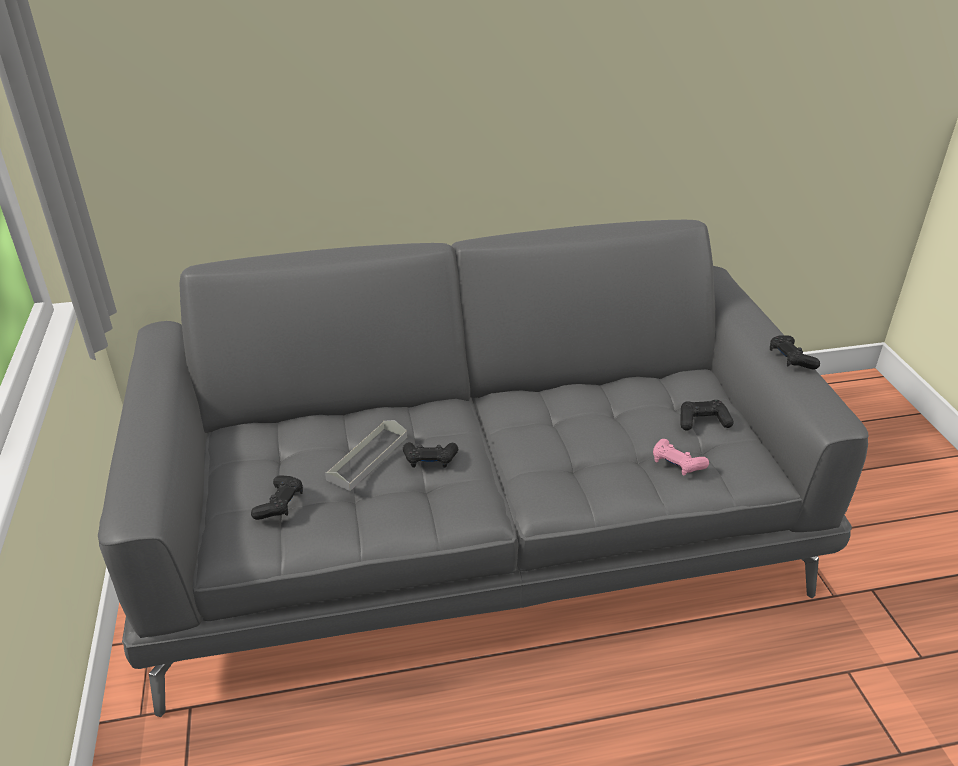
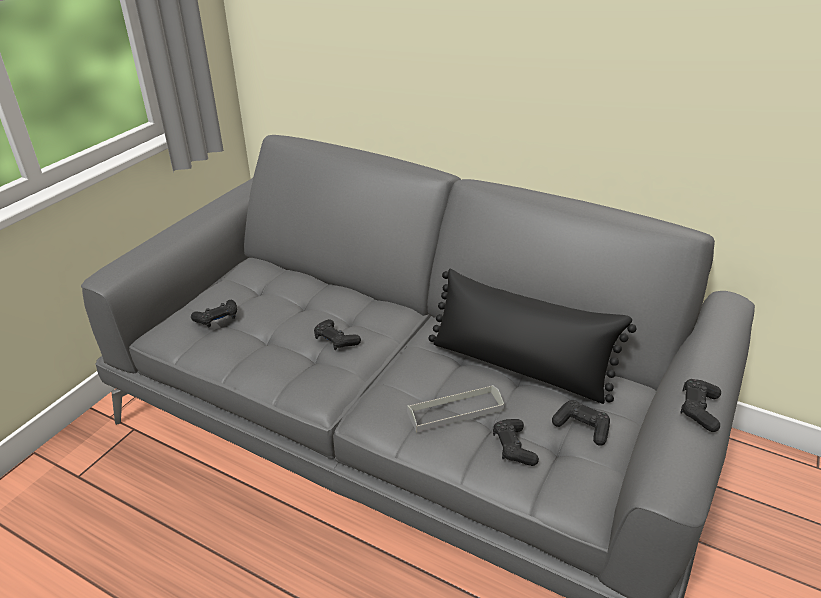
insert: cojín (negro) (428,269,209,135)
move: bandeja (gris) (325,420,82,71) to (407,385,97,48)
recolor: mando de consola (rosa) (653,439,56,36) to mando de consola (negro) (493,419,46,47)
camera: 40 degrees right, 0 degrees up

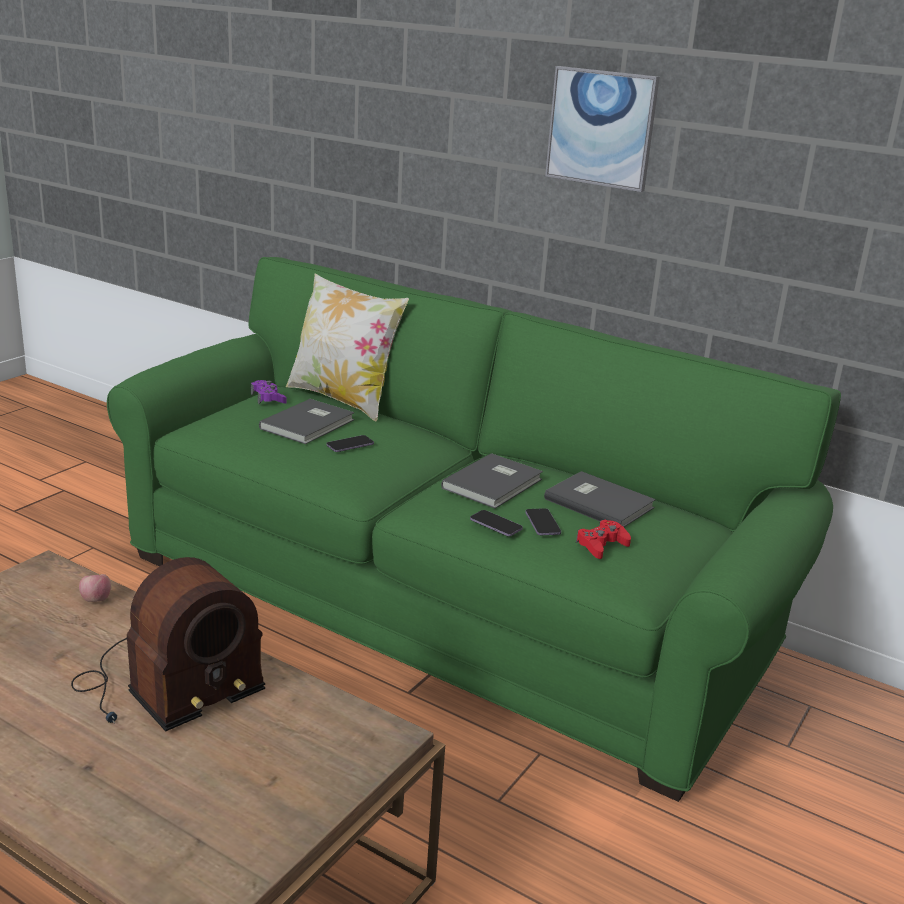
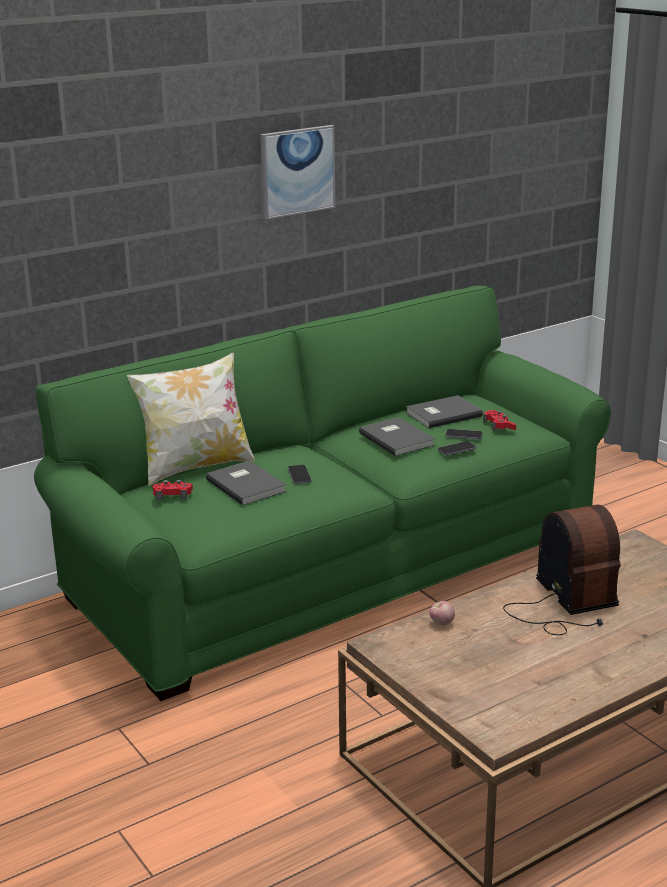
recolor: mando de consola (morado) (251,380,36,24) to mando de consola (rojo) (153,480,40,21)
camera: 65 degrees left, 0 degrees up

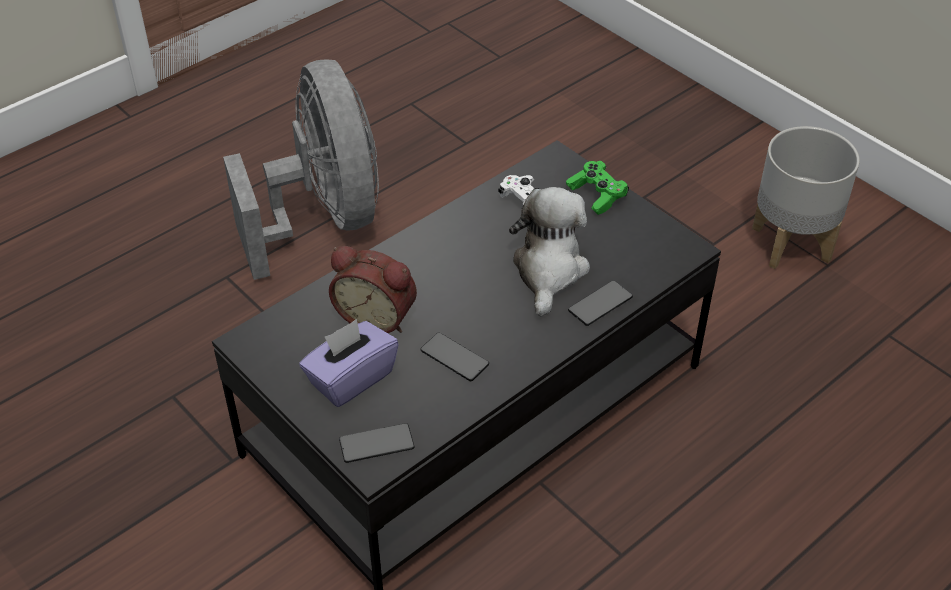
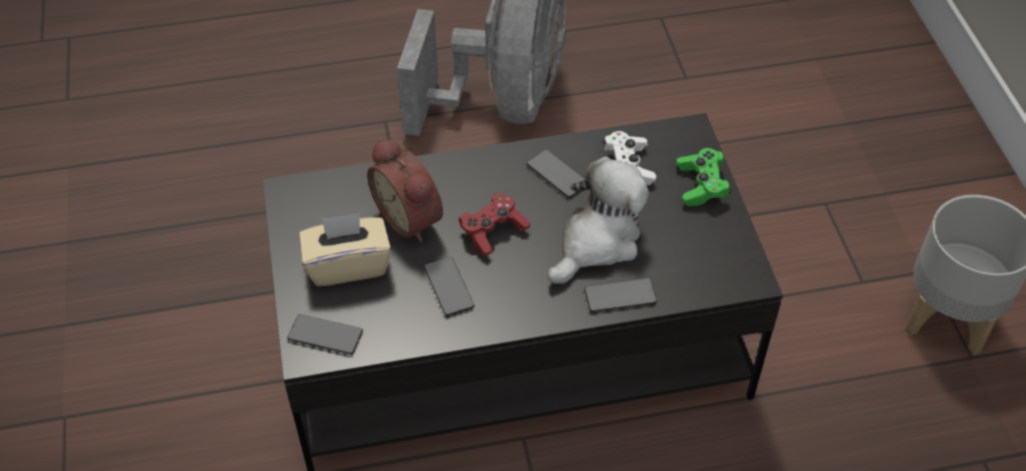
insert: mando de consola (rojo) (459,193,71,64); móvil (527,149,58,49)
recolor: caja de pañuelos (morado) (299,319,100,88) to caja de pañuelos (beis) (299,214,92,72)
camera: 30 degrees right, 5 degrees up

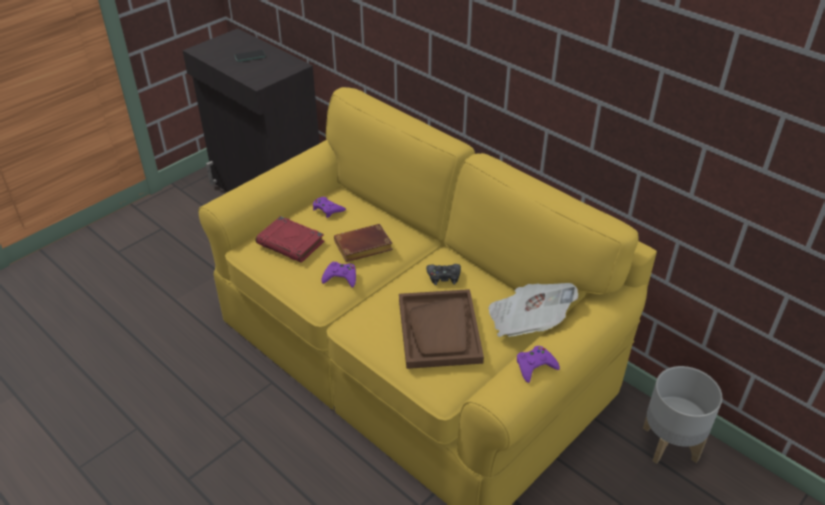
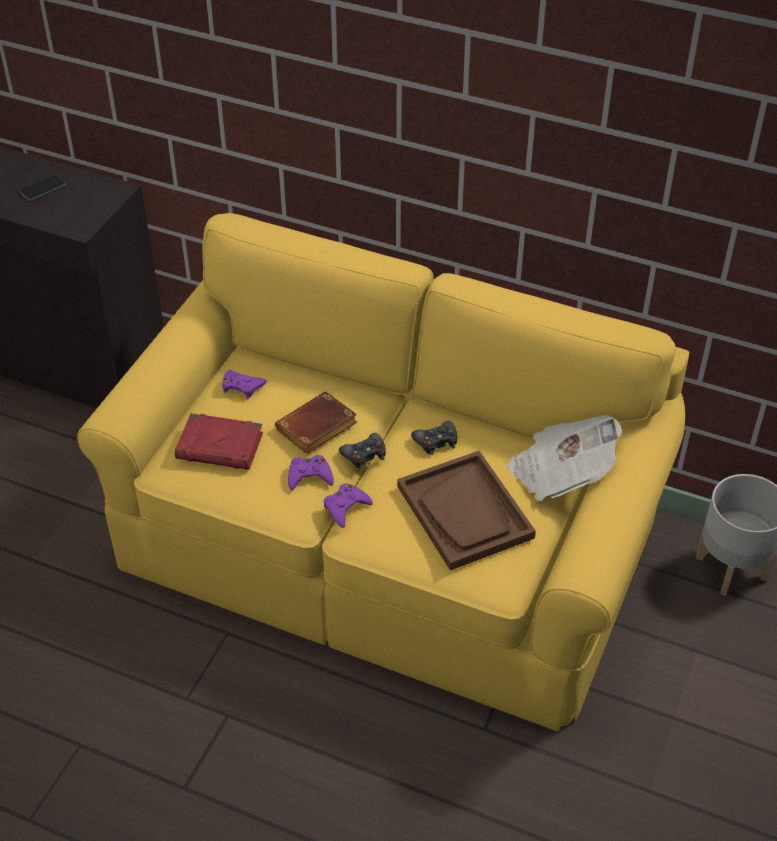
insert: mando de consola (negro) (339,433,47,36)
move: mando de consola (morado) (517,346,43,37) to (323,483,50,45)
camera: 20 degrees left, 5 degrees up

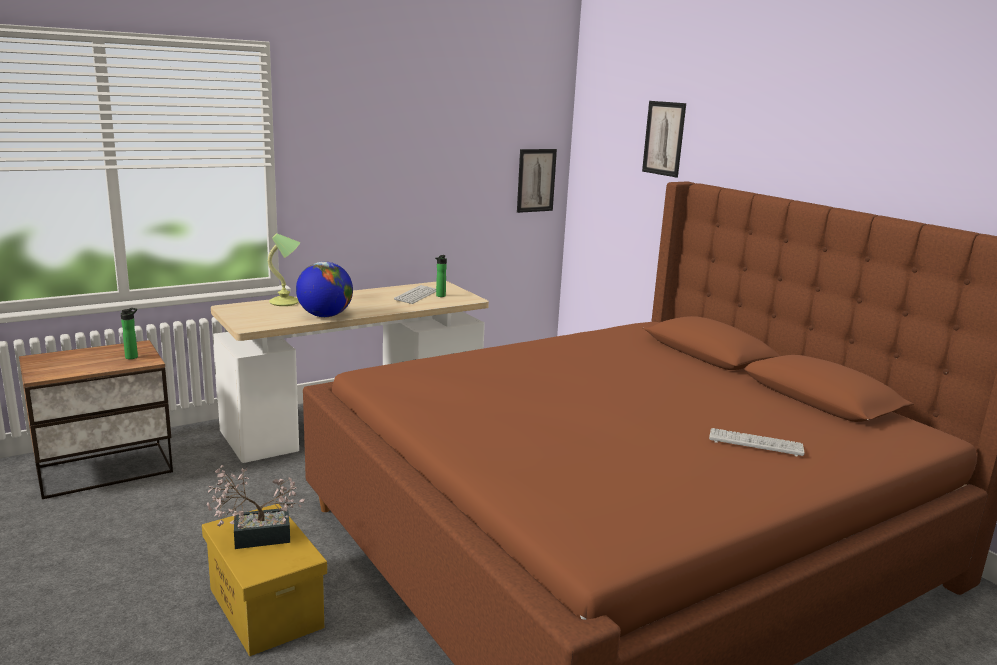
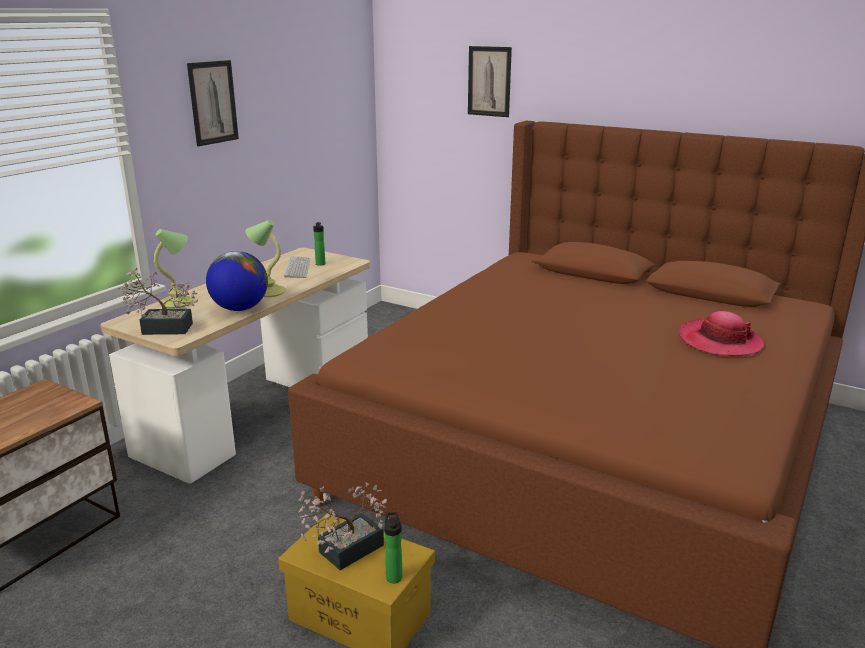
insert: planta en maceta (118,268,80,67); lámpara de mesa (246,220,40,77)
move: botella (121,308,17,51) to (384,512,18,72); cuadro (517,149,40,64) to (187,60,52,86)
replace: teclado (709,428,96,29) to sombrero (679,311,85,45)
camera: 25 degrees left, 5 degrees up

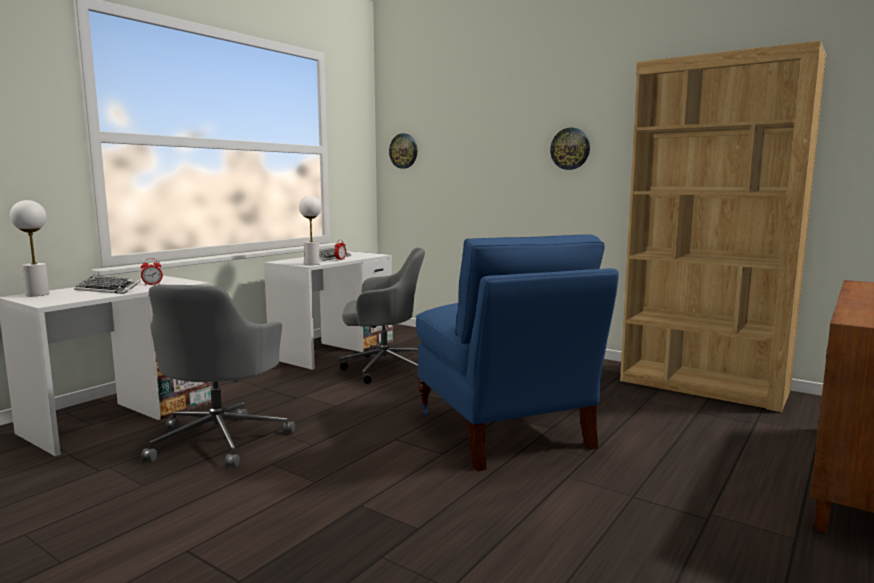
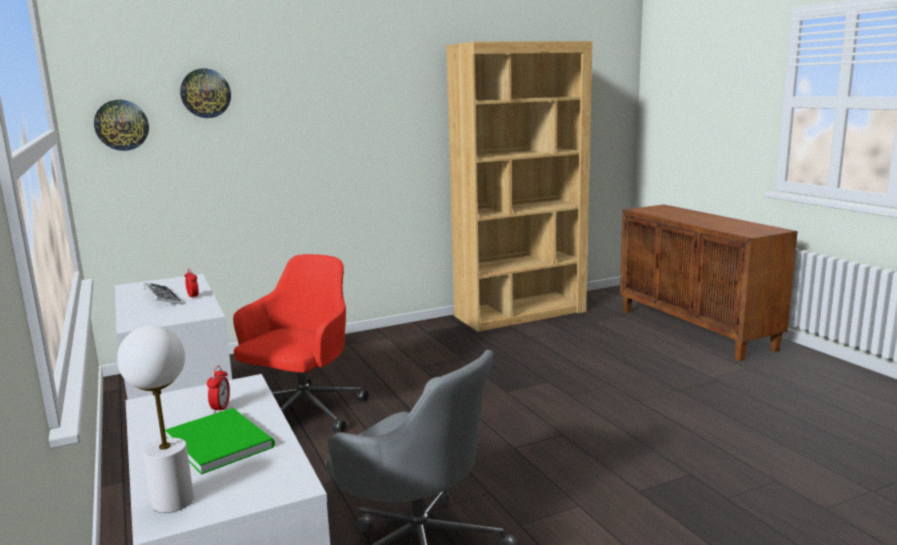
delete: lámpara de mesa (blanco) (299,196,22,69); silla (azul) (416,235,203,236)
move: reloj de pared (550,128,40,42) to (180,69,51,49)
replace: teclado (74,276,67,18) to libro (verde) (165,408,110,66)
recolor: silla de oficina (gris) (340,248,85,136) to silla de oficina (rojo) (233,254,135,178)
camera: 60 degrees left, 5 degrees up

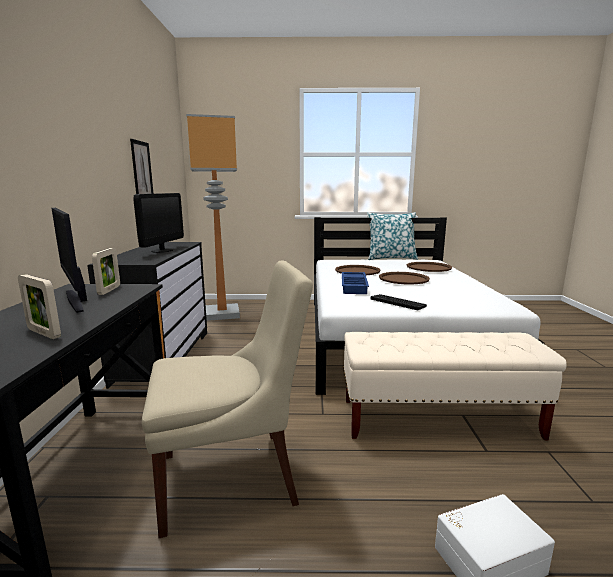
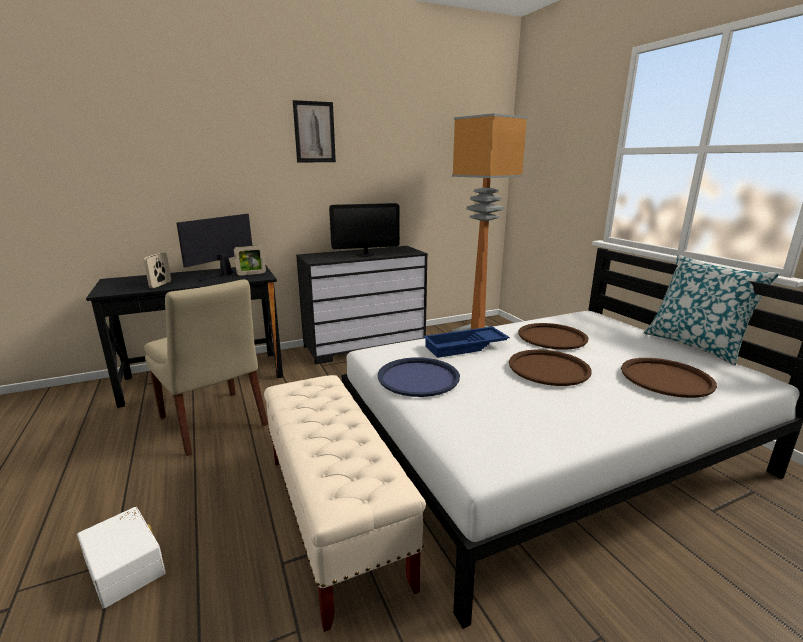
move: cuadro (130,139,24,55) to (293,100,43,62)
replace: teclado (371,294,56,16) to bandeja (azul) (378,357,82,40)
camera: 65 degrees right, 5 degrees up

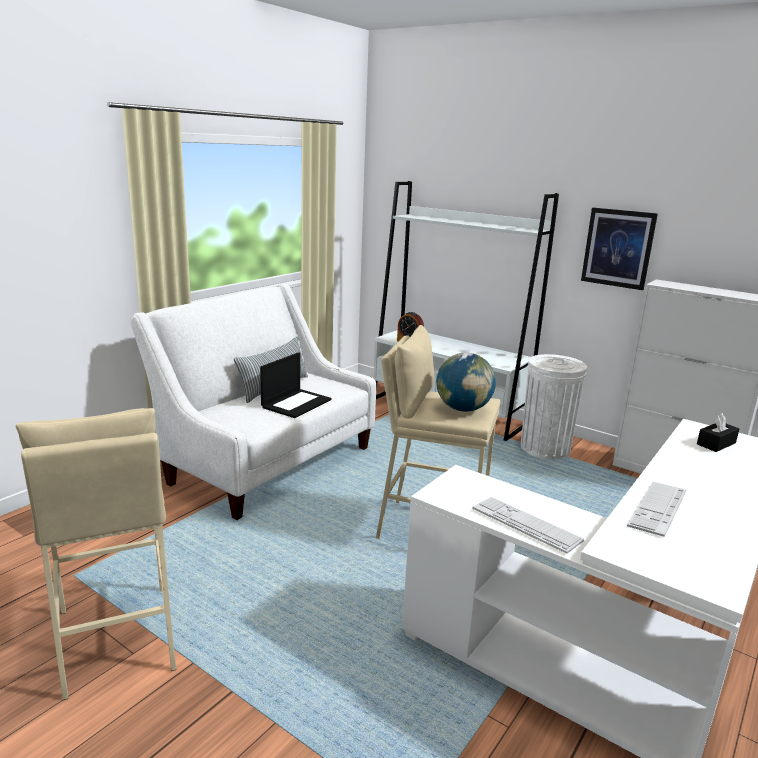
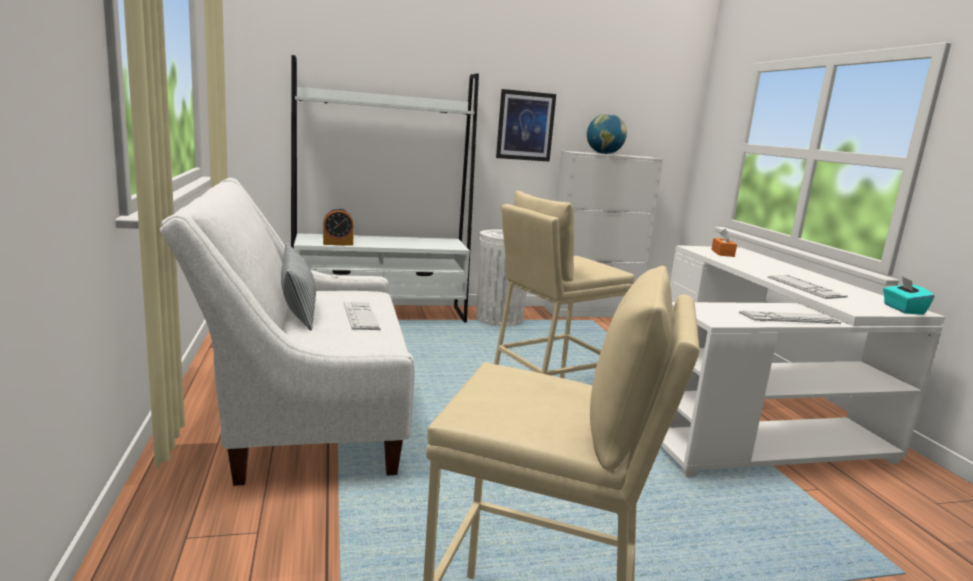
insert: caja de pañuelos (turquesa) (883,277,51,38)
move: globo terráqueo (436,353,60,59) to (587,114,40,40)
replace: portátil (260,352,71,66) to teclado (344,302,37,28)
recolor: caja de pañuelos (negro) (697,413,42,39) to caja de pañuelos (naranja) (711,229,26,28)
camera: 50 degrees left, 5 degrees down

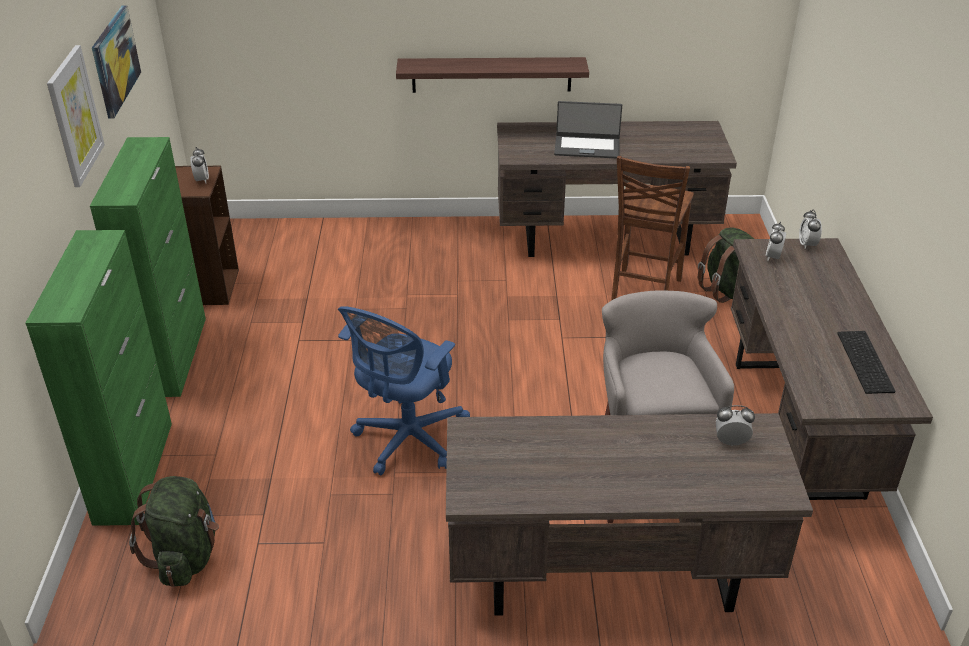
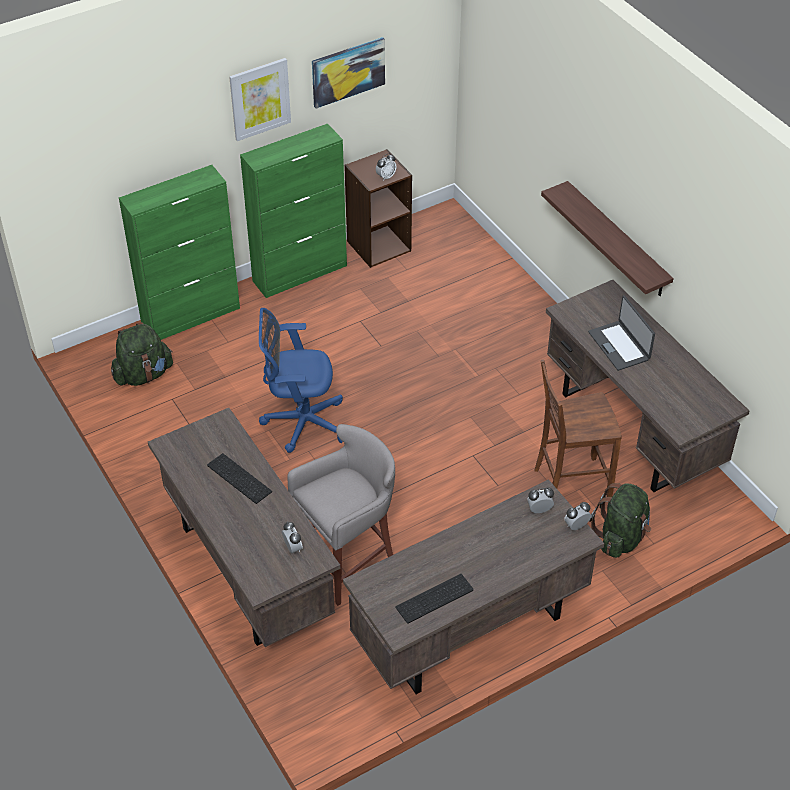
insert: teclado (207,453,65,51)
camera: 60 degrees right, 10 degrees up

